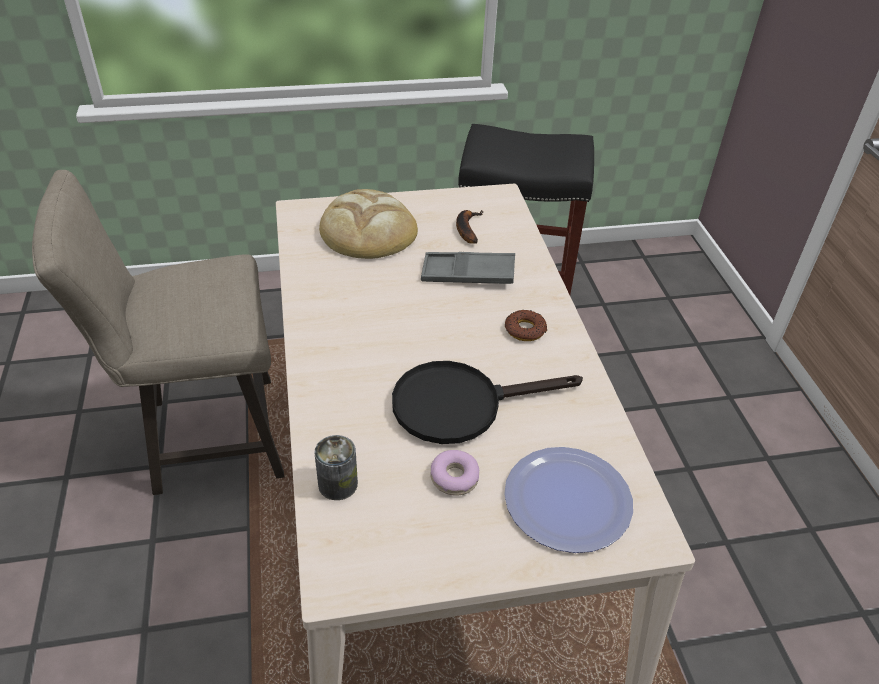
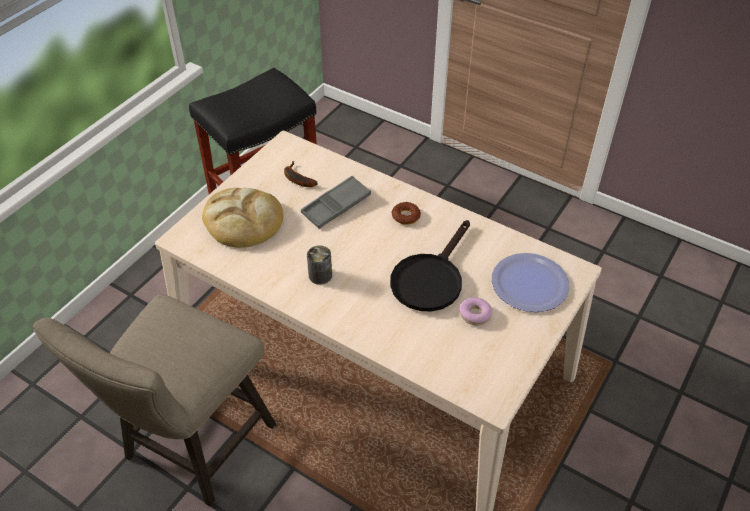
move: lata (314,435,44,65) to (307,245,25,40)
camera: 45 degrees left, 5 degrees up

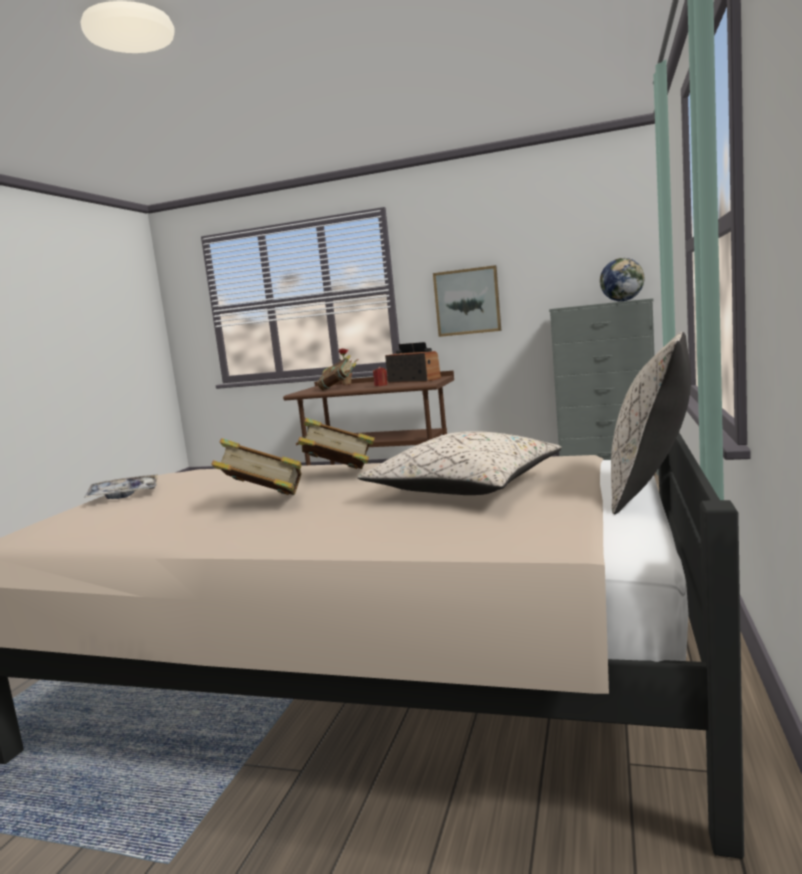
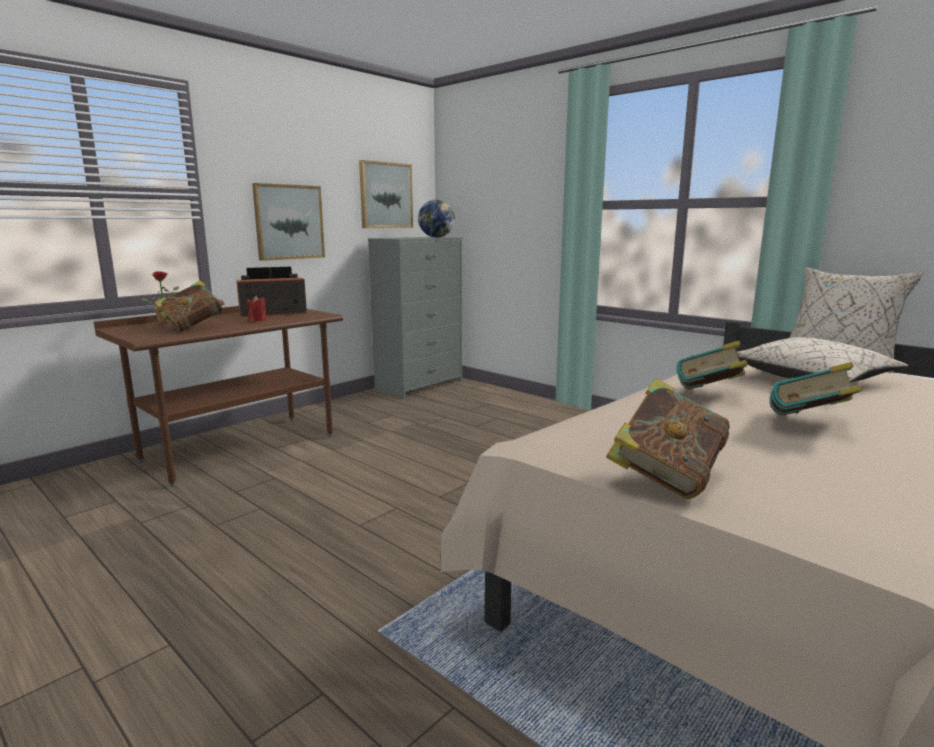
insert: cuadro (359,160,54,68)
replace: bandeja (84,474,74,25) to libro (606,378,124,121)
camera: 65 degrees left, 5 degrees up

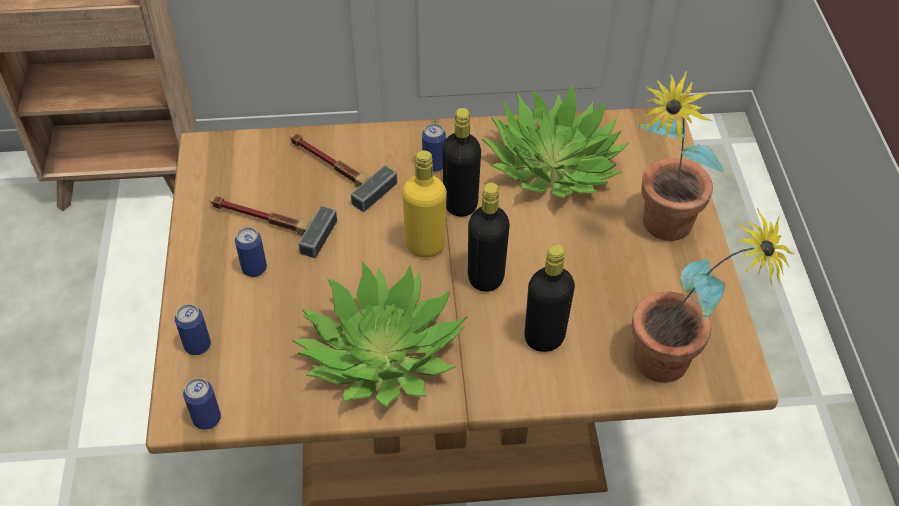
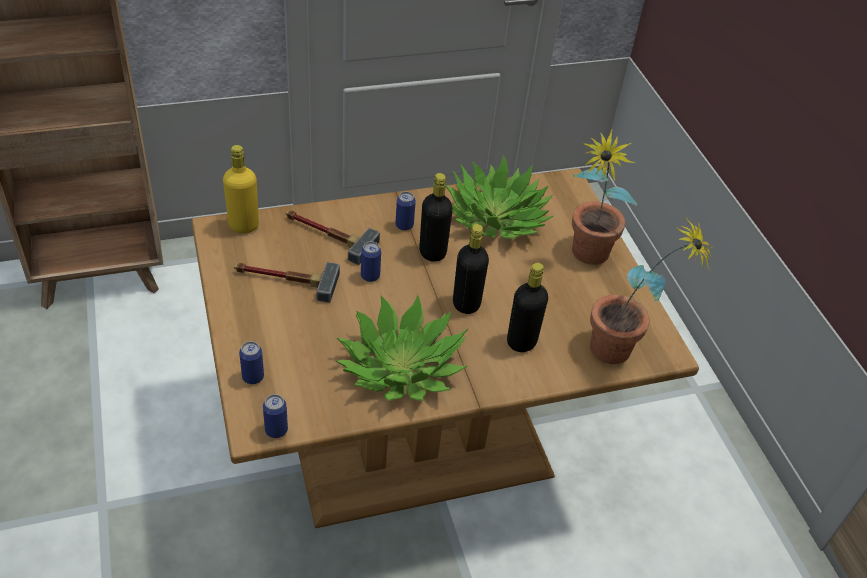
move: lata (235,227,32,50) to (361,241,20,41); botella (amarillo) (402,150,45,108) to (223,145,36,89)
camera: 15 degrees left, 5 degrees down

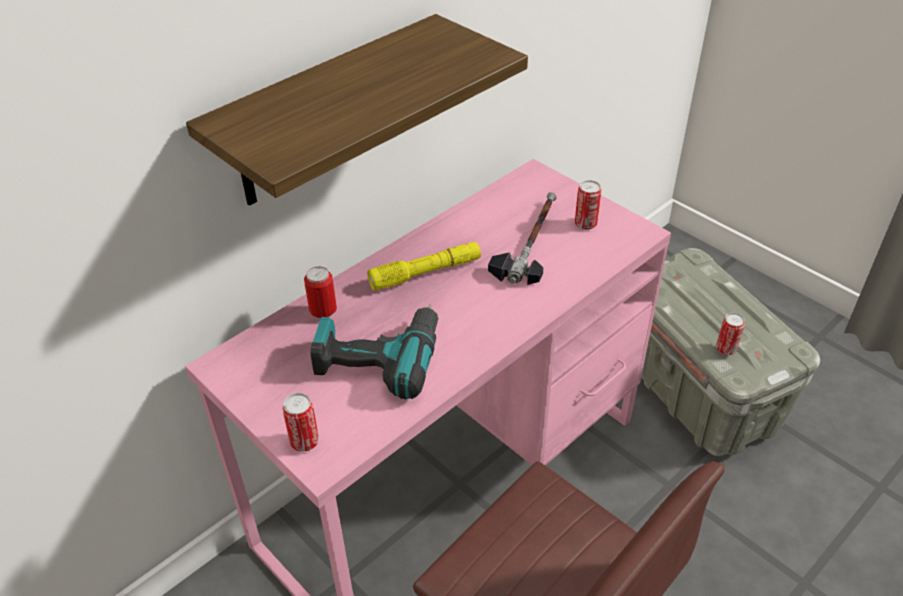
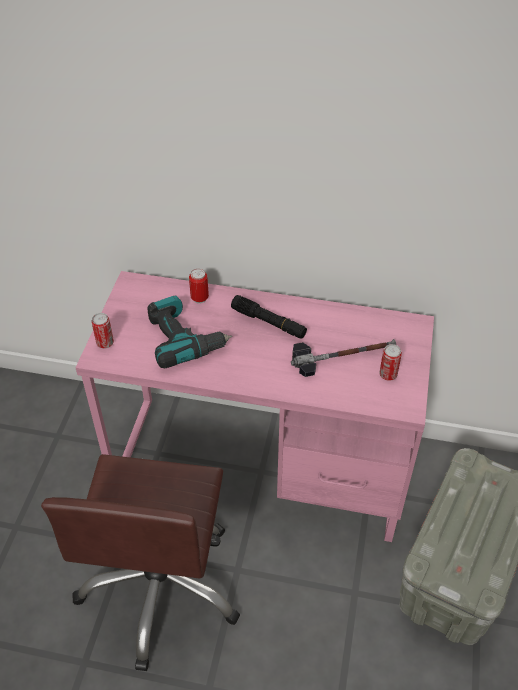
delete: estante (186,14,342,192); lata (716,313,29,42)
recolor: linterna (amarillo) (367,242,114,48) to linterna (negro) (231,295,76,44)
camera: 55 degrees right, 5 degrees up

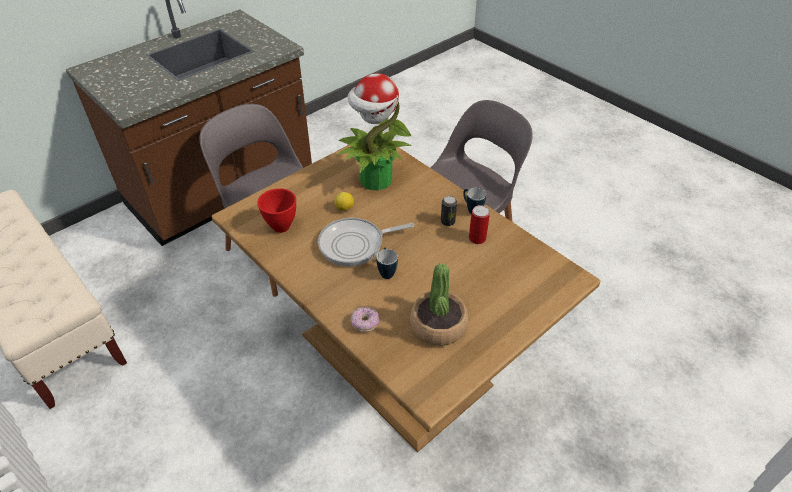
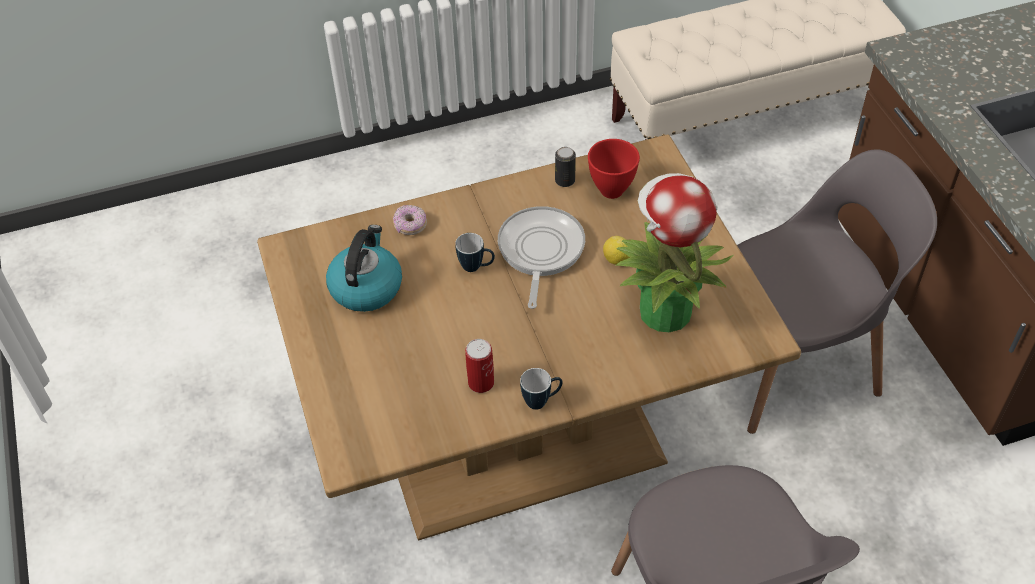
move: lata (441,196,16,30) to (555,147,21,40)
replace: planta en maceta (410,263,58,83) to hervidor (326,225,76,87)
camera: 115 degrees right, 5 degrees up

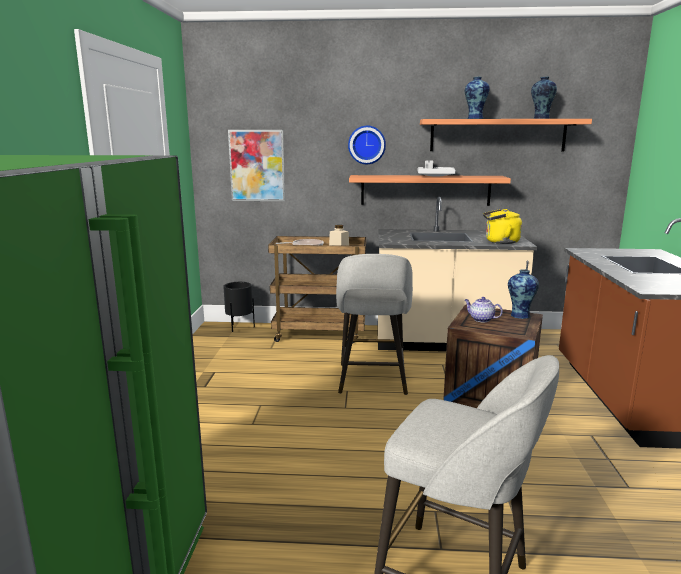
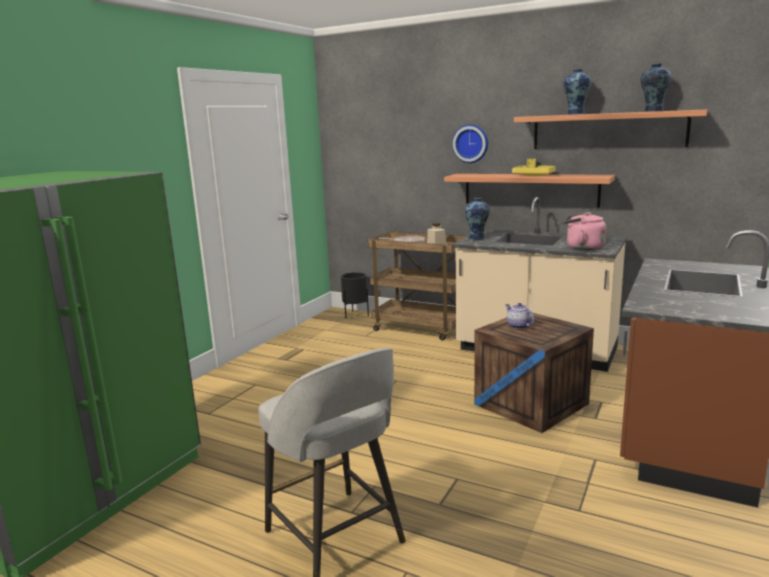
delete: cuadro (228,130,57,71); taburete (gris) (336,254,77,141)
move: florero (508,269,31,50) to (465,198,25,41)
recolor: bandeja (gris) (417,160,39,17) to bandeja (amarillo) (512,159,44,17); hervidor (amarillo) (483,209,39,35) to hervidor (rosa) (563,212,43,38)
camera: 25 degrees right, 0 degrees up

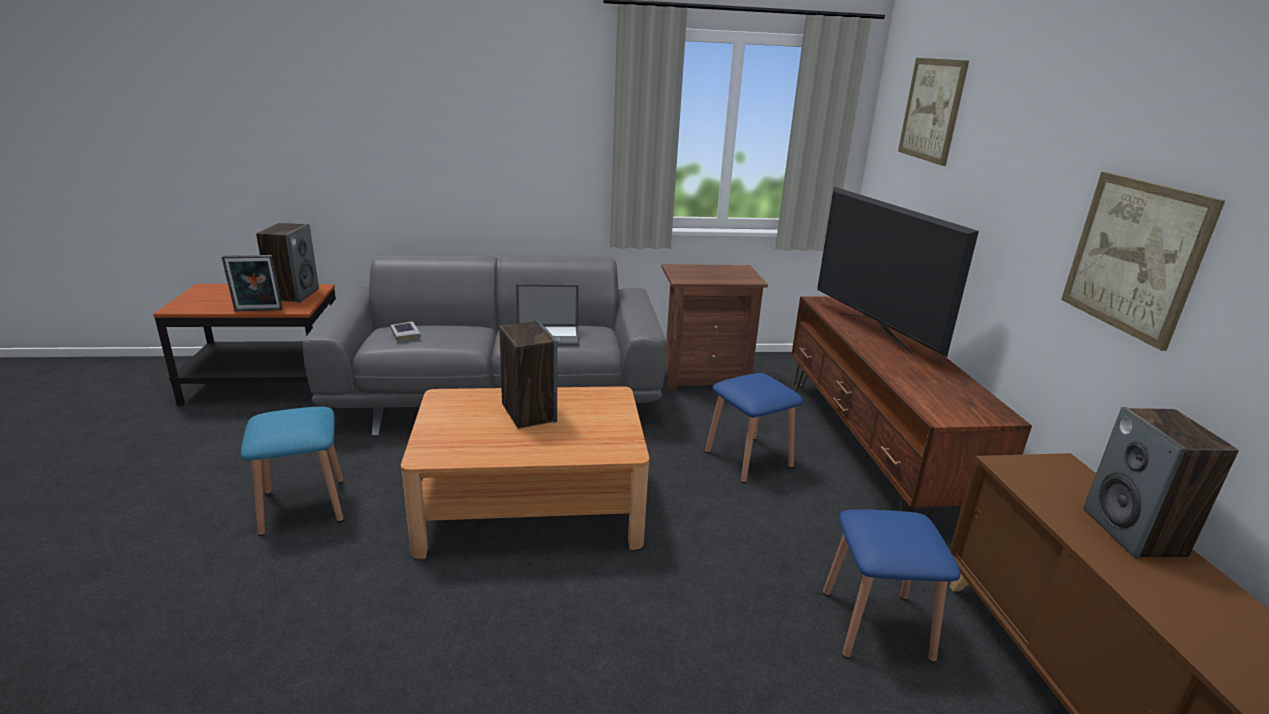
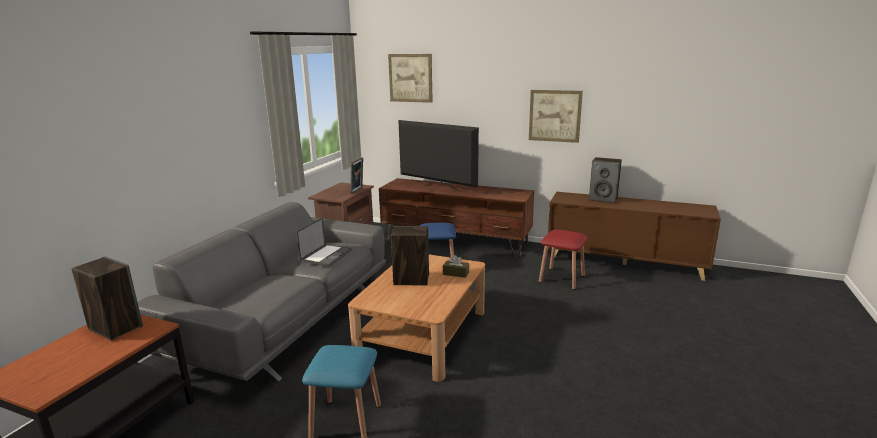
delete: libro (390,321,31,21)
insert: caja de pañuelos (marrón) (443,255,26,23)
move: portarretratos (222,255,61,56) to (350,157,13,37)
recolor: taburete (azul) (823,509,137,154) to taburete (rojo) (539,230,49,60)
rotate: televisor (817,187,162,170) = (398,120,81,72) 150 degrees counterclockwise
camera: 60 degrees left, 5 degrees down

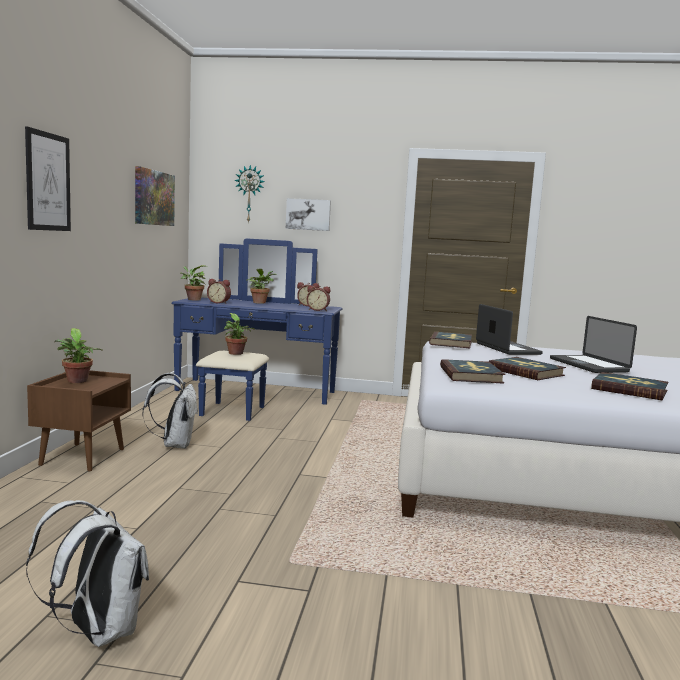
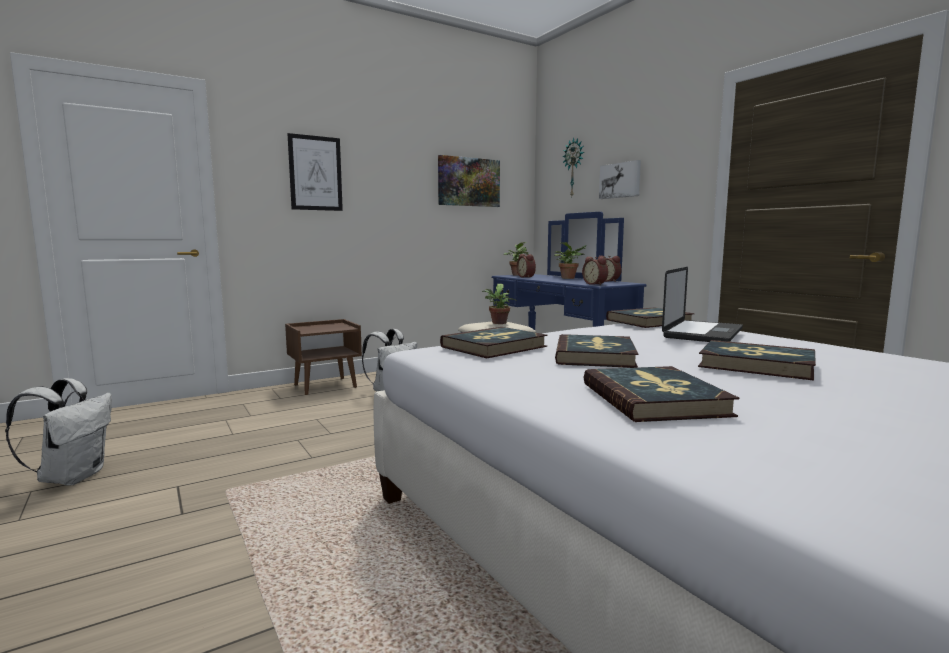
delete: planta en maceta (54,328,49,55)
replace: portátil (550,316,87,57) to libro (698,340,118,41)
camera: 50 degrees right, 0 degrees up

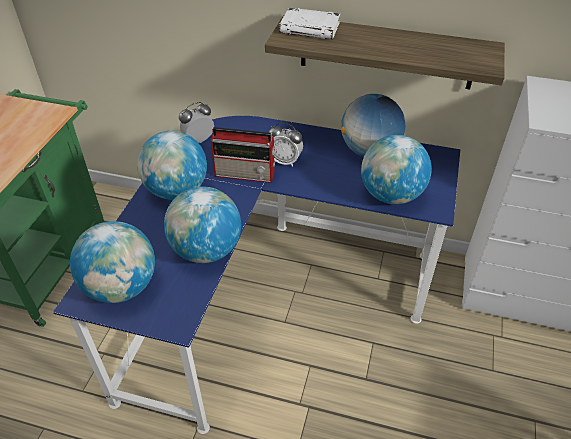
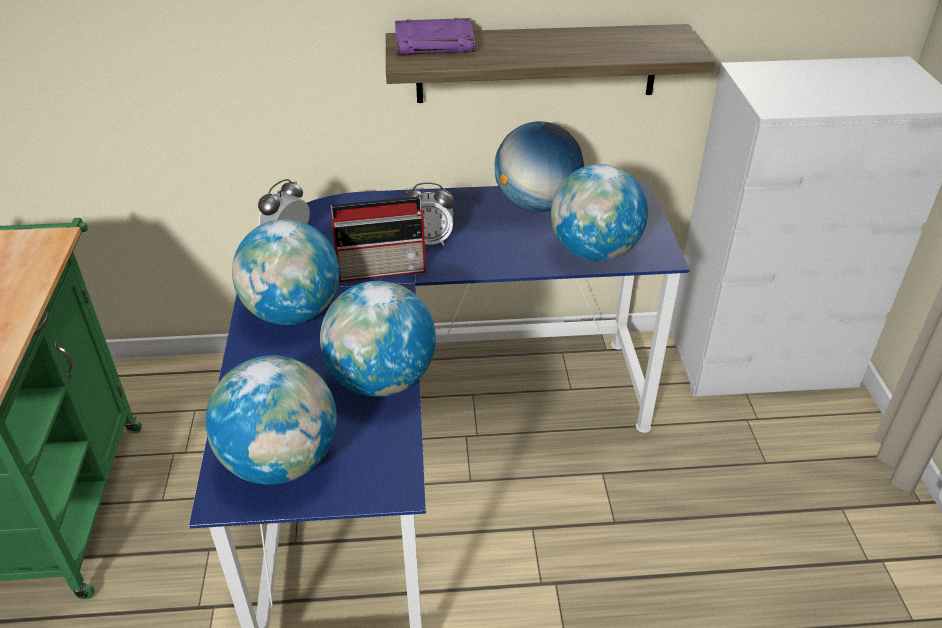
recolor: libro (blanco) (279,8,61,31) to libro (morado) (395,18,80,37)
camera: 20 degrees left, 5 degrees down

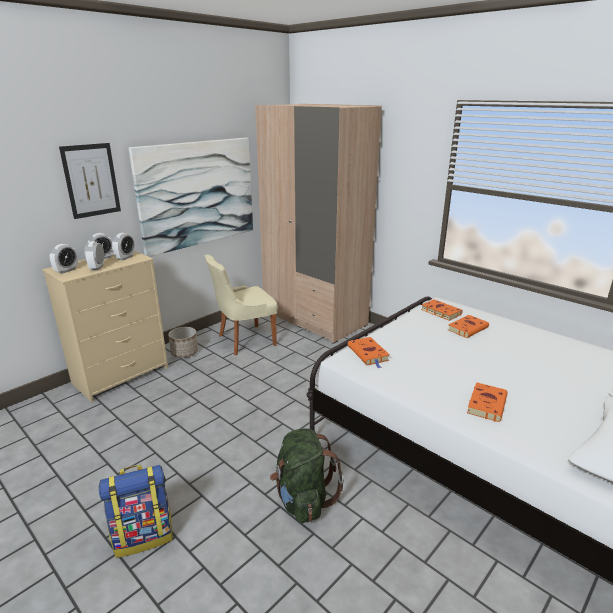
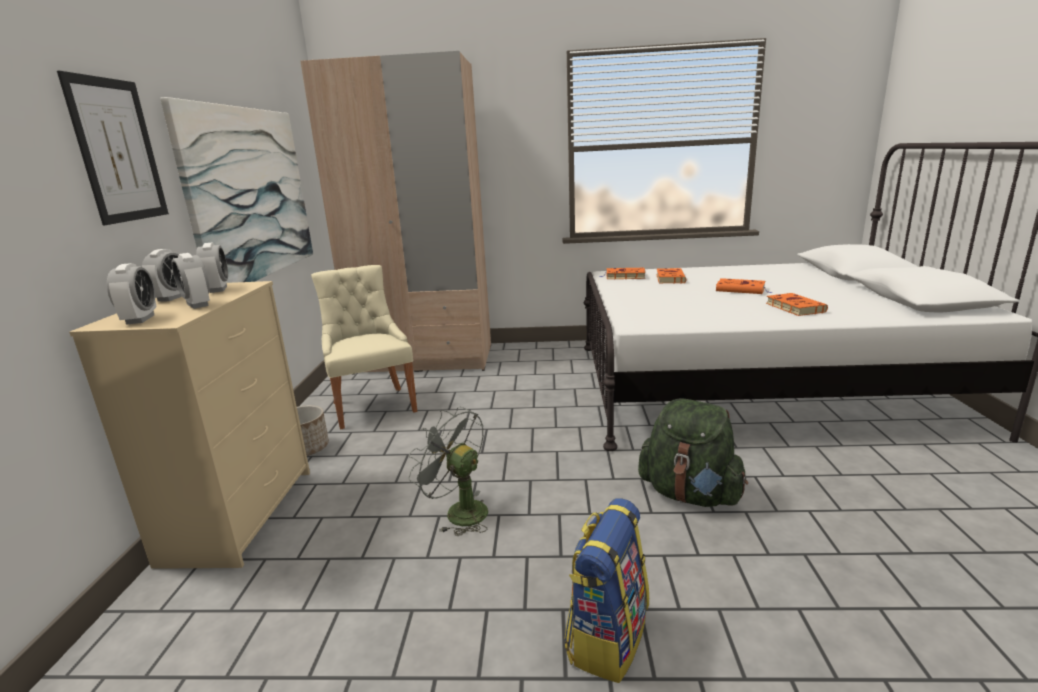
insert: ventilador (gris) (409,407,79,129)
move: libro (naranja) (348,337,42,31) to (716,278,56,16)
rotate: silla (beis) (204,255,74,100) = (311,265,106,164) 135 degrees clockwise
camera: 40 degrees left, 5 degrees down

